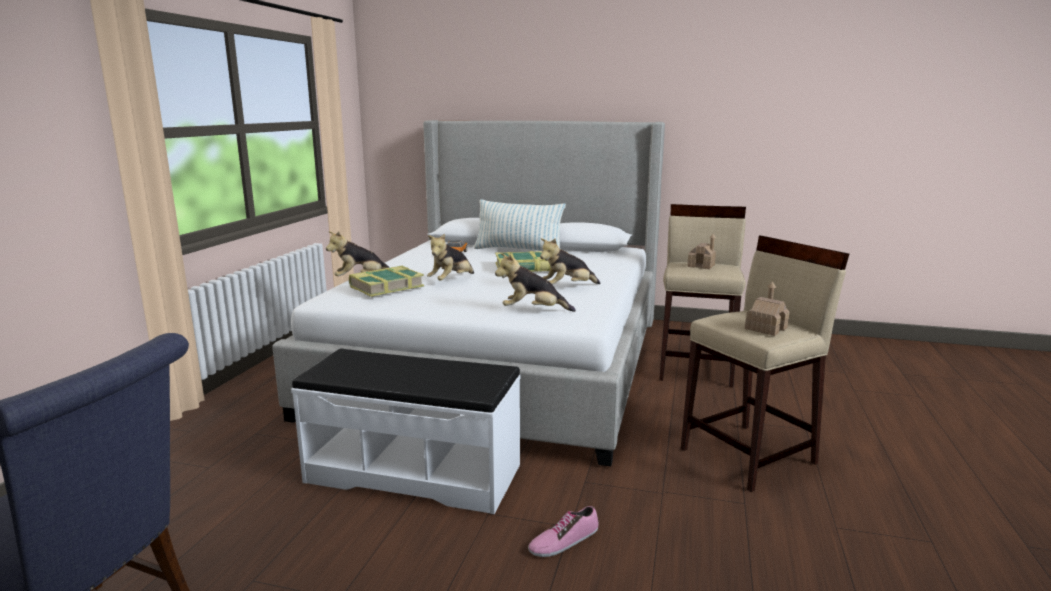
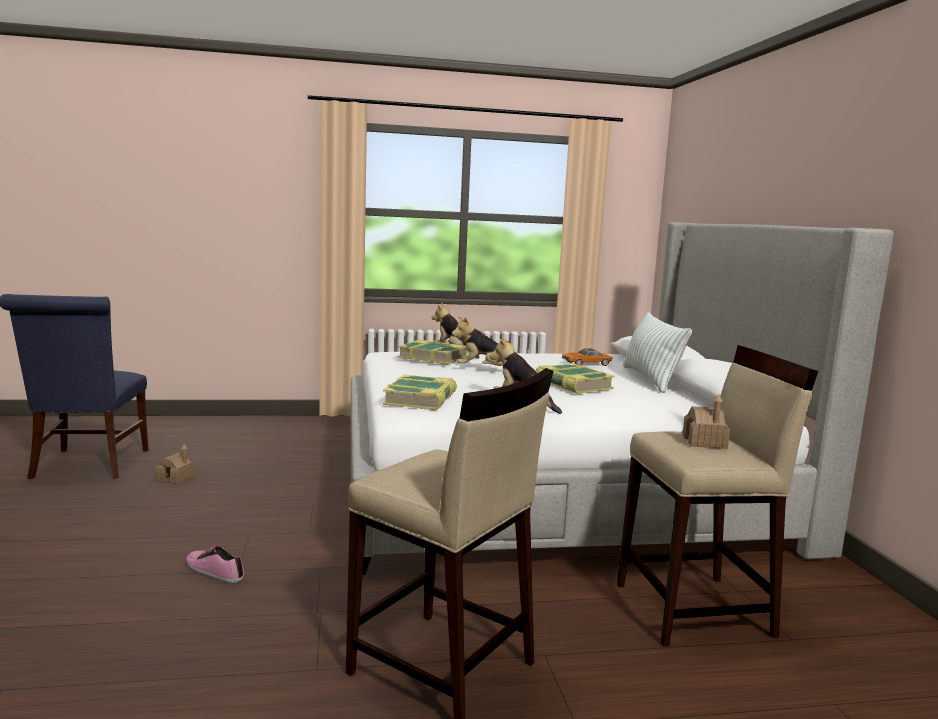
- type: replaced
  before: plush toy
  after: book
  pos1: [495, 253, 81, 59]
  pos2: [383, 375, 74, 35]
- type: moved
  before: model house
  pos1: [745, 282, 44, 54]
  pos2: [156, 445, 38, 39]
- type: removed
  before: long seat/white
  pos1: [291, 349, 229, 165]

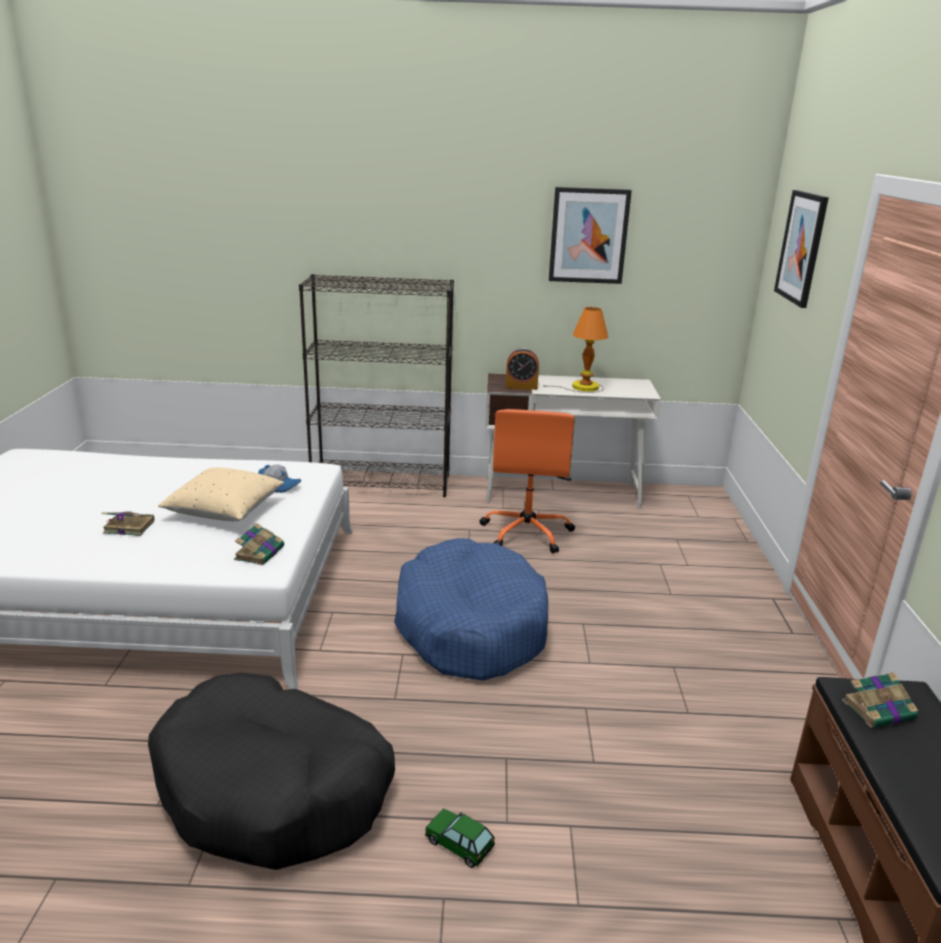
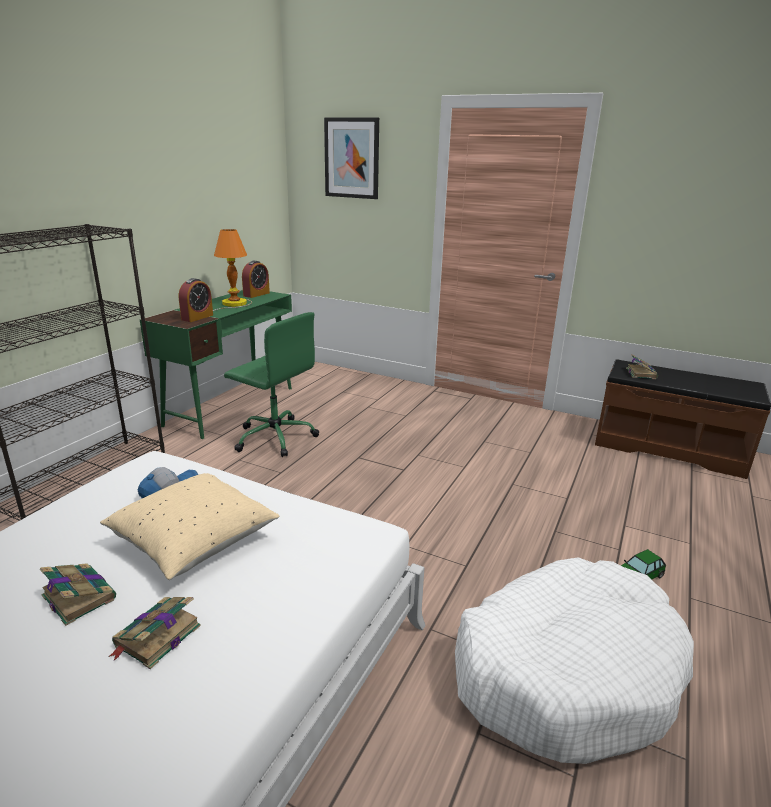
- type: removed
  before: wall art
  pos1: [549, 187, 83, 97]
- type: recoloured
  before: desk unit/white
  after: desk unit/greenish
  pos1: [485, 373, 176, 136]
  pos2: [140, 290, 152, 149]
- type: recoloured
  before: office chair/orangey
  after: office chair/greenish
  pos1: [480, 409, 95, 144]
  pos2: [224, 312, 95, 145]
- type: moved
  before: book
  pos1: [234, 523, 50, 42]
  pos2: [40, 563, 76, 63]
- type: removed
  before: pet bed/blue-coloured
  pos1: [394, 538, 154, 143]
- type: recoloured
  before: pet bed/black
  after: pet bed/white
  pos1: [148, 673, 247, 197]
  pos2: [455, 557, 239, 207]
- type: added
  after: alarm clock
  pos2: [242, 261, 28, 37]

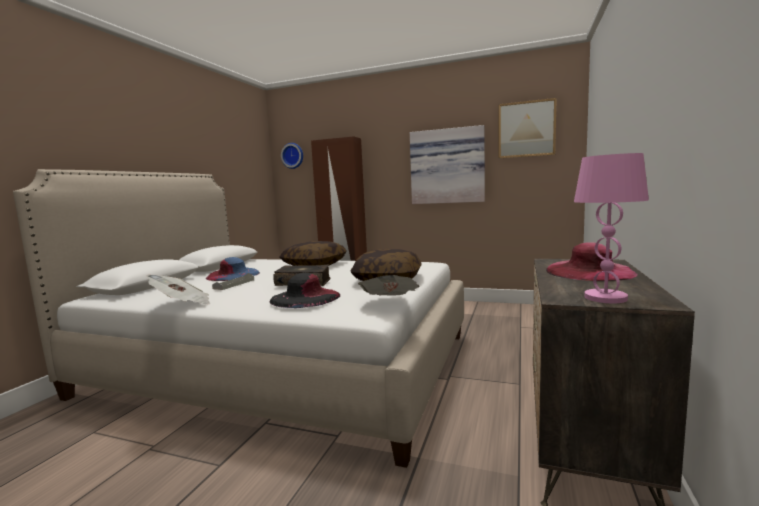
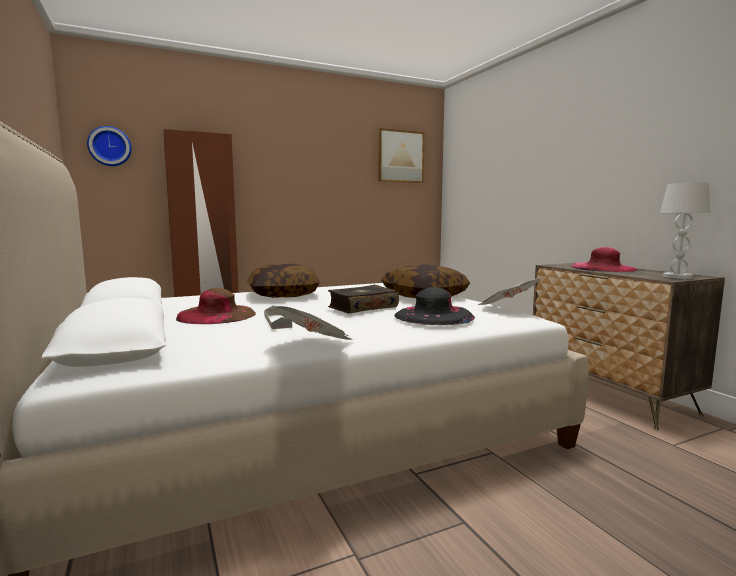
- type: removed
  before: wall art
  pos1: [410, 125, 75, 79]
- type: recoloured
  before: table lamp/pink
  after: table lamp/white
  pos1: [574, 153, 75, 150]
  pos2: [660, 183, 51, 96]
- type: recoloured
  before: wearable hat/blue-coloured
  after: wearable hat/brown
  pos1: [206, 257, 54, 24]
  pos2: [176, 288, 80, 36]

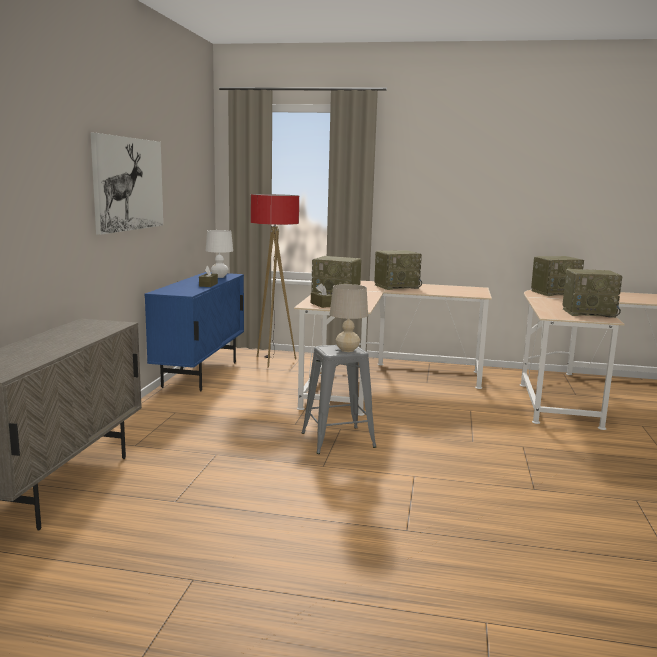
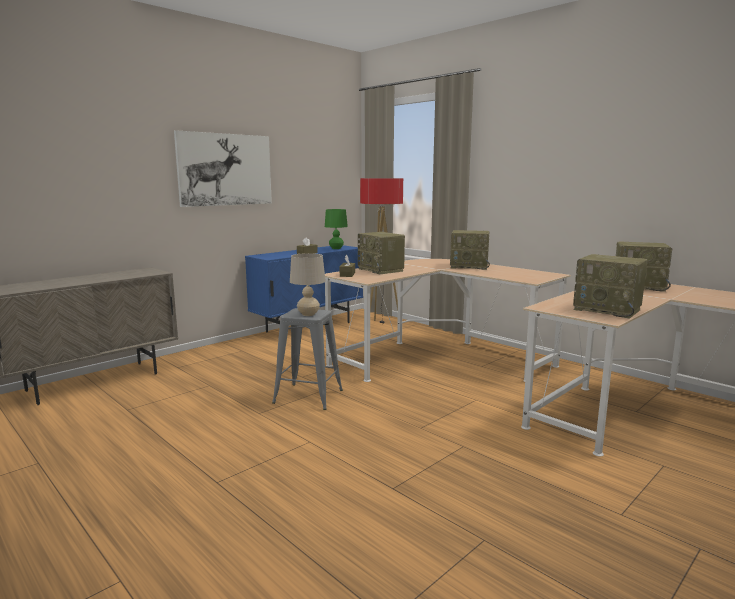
- type: recoloured
  before: table lamp/white
  after: table lamp/greenish
  pos1: [206, 230, 27, 48]
  pos2: [325, 209, 23, 40]

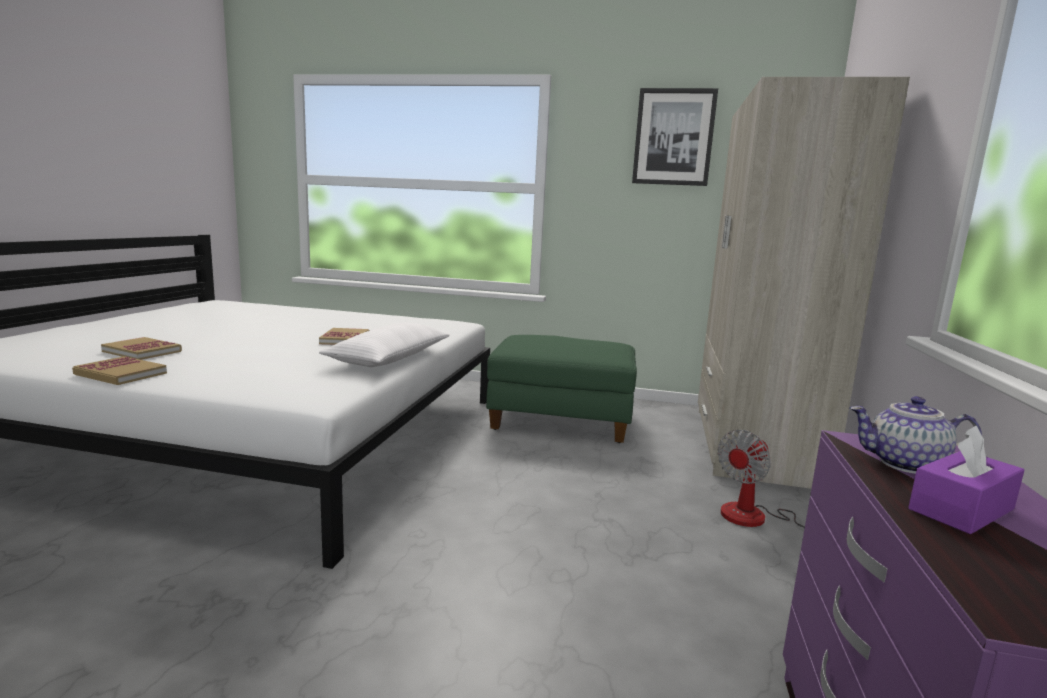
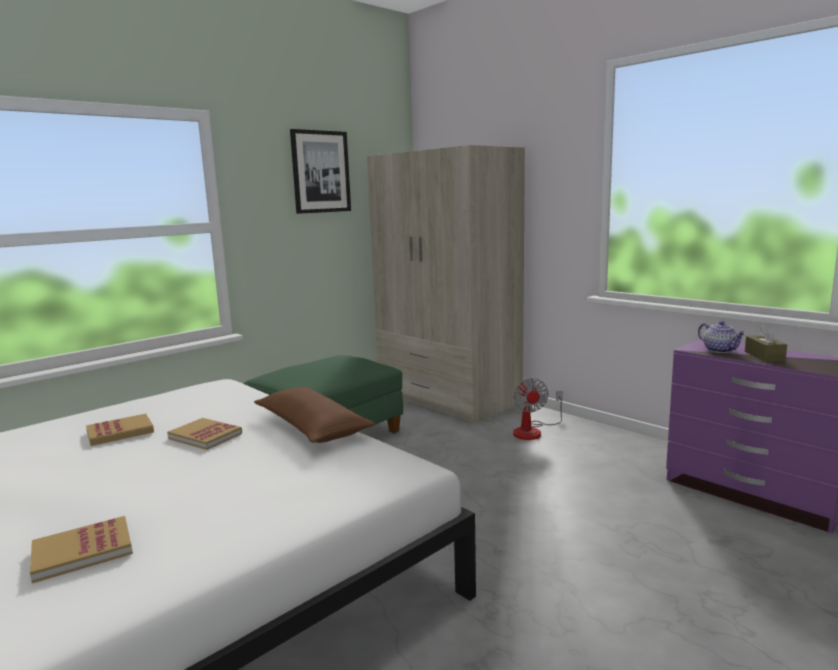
- type: recoloured
  before: pillow/white
  after: pillow/brown
  pos1: [319, 323, 131, 44]
  pos2: [254, 387, 121, 56]
- type: moved
  before: book
  pos1: [72, 356, 95, 29]
  pos2: [86, 414, 68, 32]
- type: turned
  before: tea pot
  pos1: [850, 396, 132, 78]
  pos2: [698, 321, 48, 32]
  turn: -75
- type: recoloured
  before: tissue holder/purplish
  after: tissue holder/brown
  pos1: [908, 425, 117, 109]
  pos2: [745, 324, 42, 38]

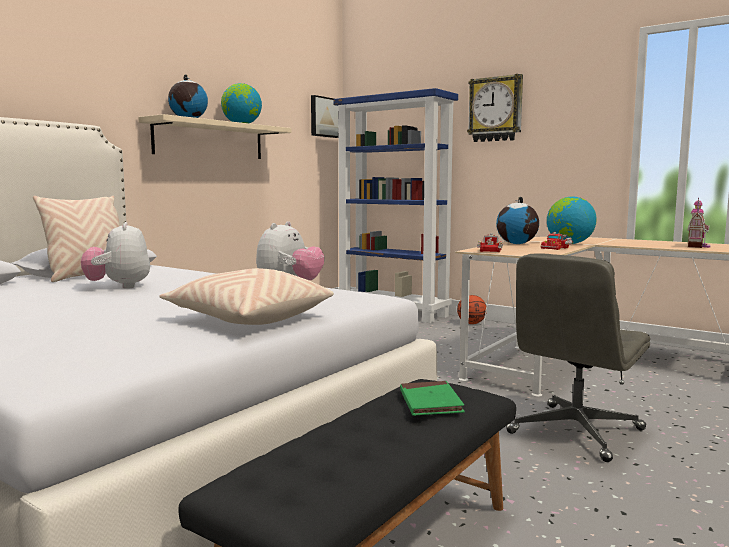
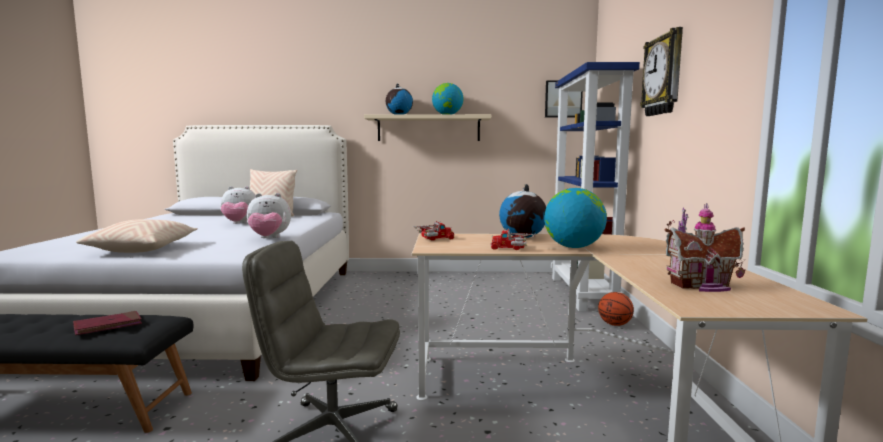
- type: turned
  before: plush toy
  pos1: [81, 222, 69, 67]
  pos2: [220, 186, 36, 38]
  turn: -135
- type: recoloured
  before: book/greenish
  after: book/reddish
  pos1: [400, 381, 65, 35]
  pos2: [73, 311, 69, 24]

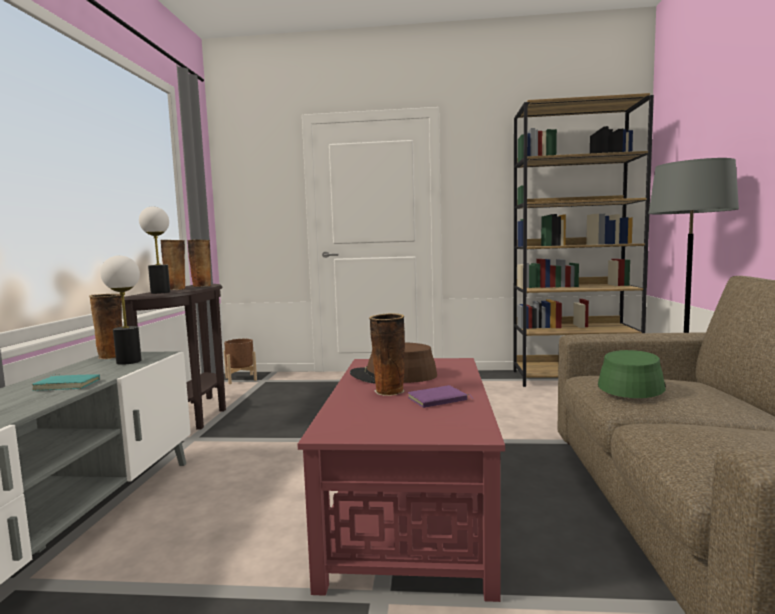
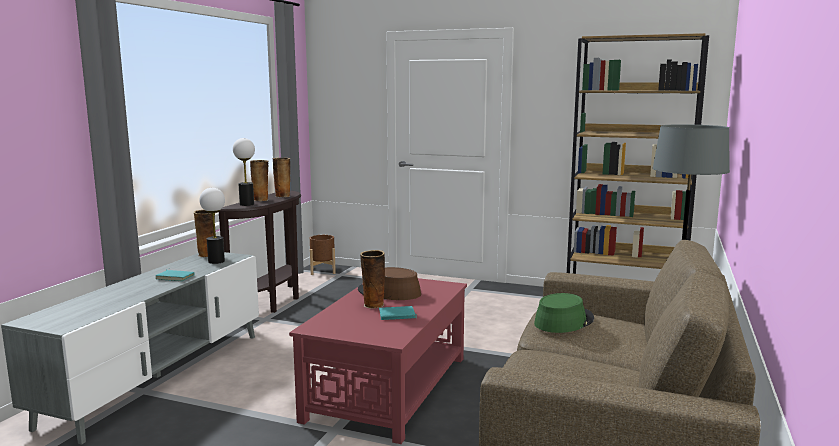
- type: recoloured
  before: book/purplish
  after: book/turquoise-coloured
  pos1: [408, 385, 65, 23]
  pos2: [379, 306, 38, 14]

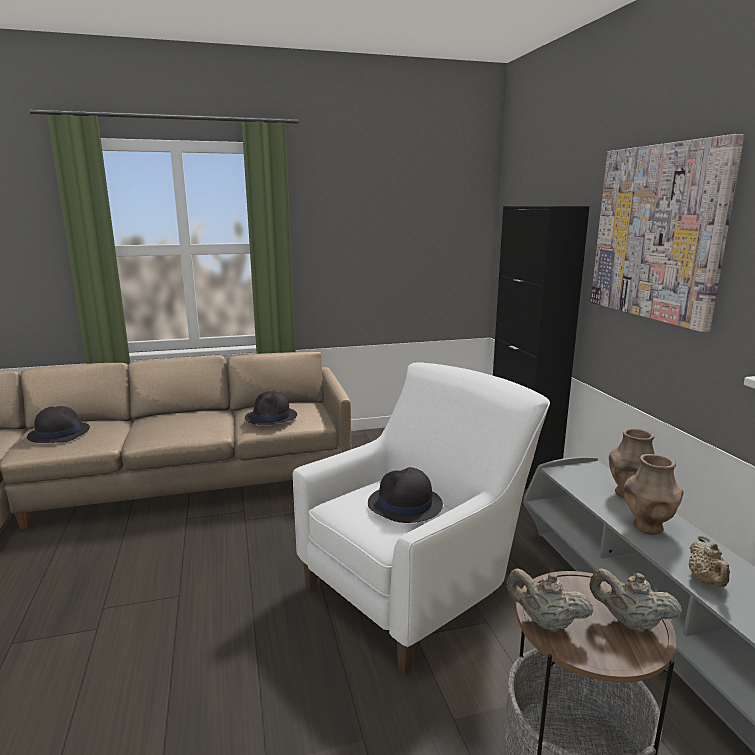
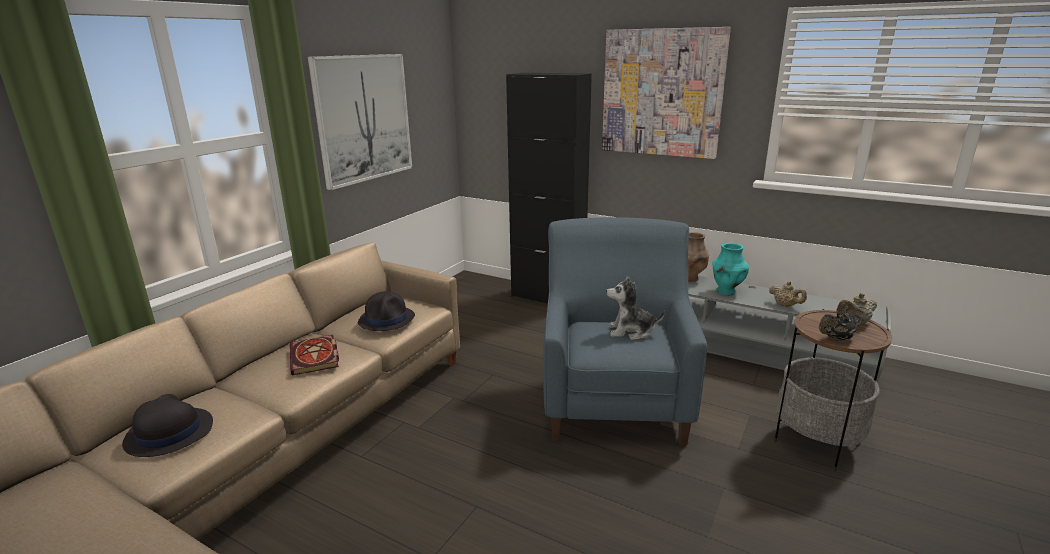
- type: recoloured
  before: easy chair/white
  after: easy chair/blue-coloured
  pos1: [293, 362, 257, 313]
  pos2: [543, 217, 164, 229]
- type: recoloured
  before: flower vase/brown
  after: flower vase/turquoise-coloured
  pos1: [623, 454, 61, 81]
  pos2: [712, 243, 37, 52]
- type: replaced
  before: wearable hat/black
  after: plush toy
  pos1: [368, 467, 75, 56]
  pos2: [606, 276, 59, 64]
- type: recoloured
  before: tea pot/sand-coloured
  after: tea pot/black
  pos1: [506, 568, 88, 64]
  pos2: [819, 308, 42, 34]
- type: added
  after: wall art
  pos2: [308, 54, 104, 136]
- type: added
  after: book
  pos2: [290, 335, 49, 41]

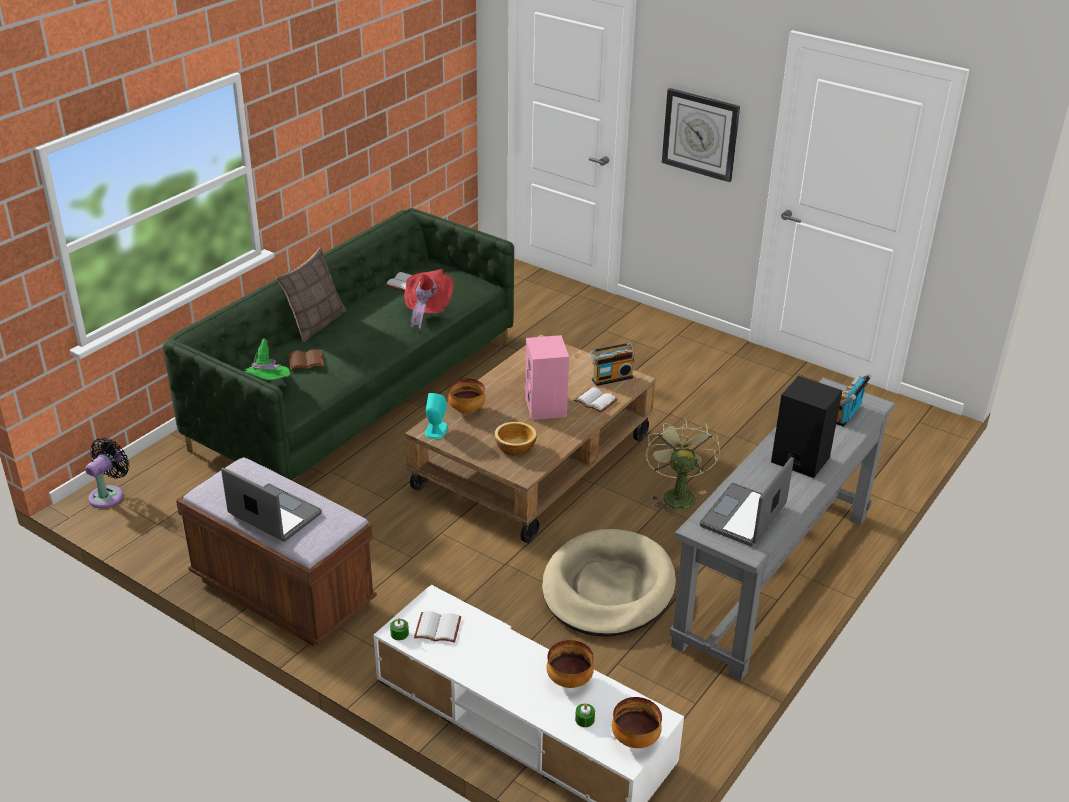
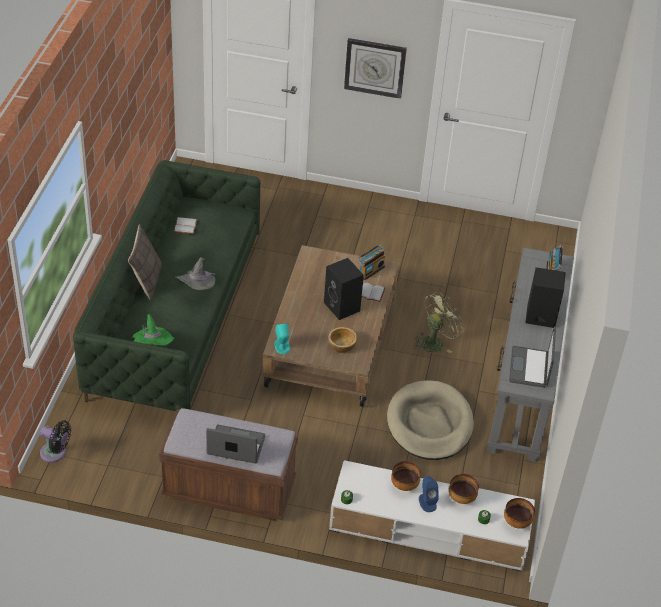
- type: removed
  before: wearable hat/reddish
  pos1: [404, 269, 50, 60]
- type: recoloured
  before: loudspeaker/pink
  after: loudspeaker/black
  pos1: [525, 335, 44, 85]
  pos2: [324, 258, 40, 62]
- type: removed
  before: book/brown
  pos1: [289, 349, 35, 21]
- type: moved
  before: deep dish
  pos1: [448, 378, 37, 36]
  pos2: [391, 461, 30, 30]
- type: turned
  before: electric fan/greenish
  pos1: [646, 418, 74, 98]
  pos2: [414, 291, 50, 62]
  turn: 75
- type: turned
  before: electric fan/black
  pos1: [85, 438, 45, 70]
  pos2: [39, 420, 32, 43]
  turn: 105
- type: removed
  before: book/white
  pos1: [414, 611, 47, 32]
- type: added
  after: wearable hat/greyish
  pos2: [176, 257, 40, 33]
- type: added
  after: loudspeaker/blue-coloured
  pos2: [419, 476, 20, 36]

